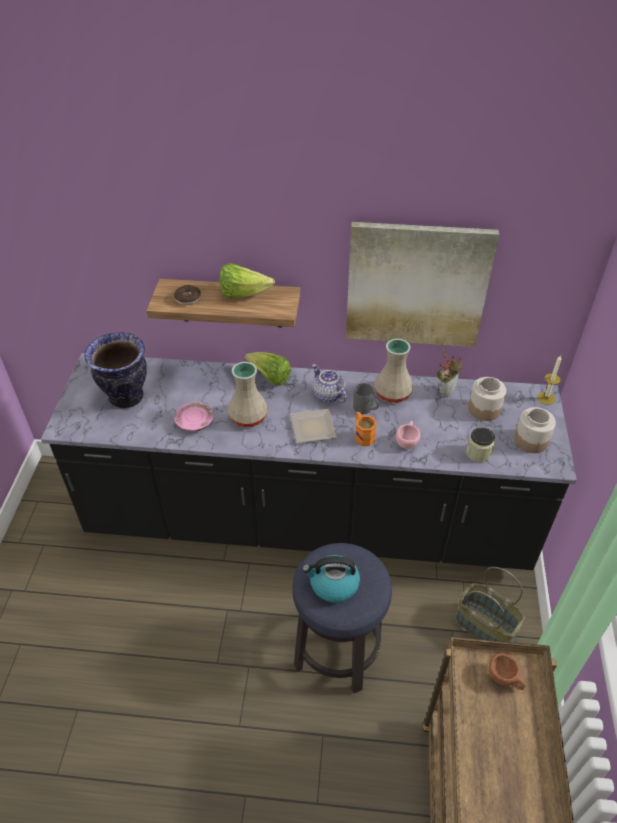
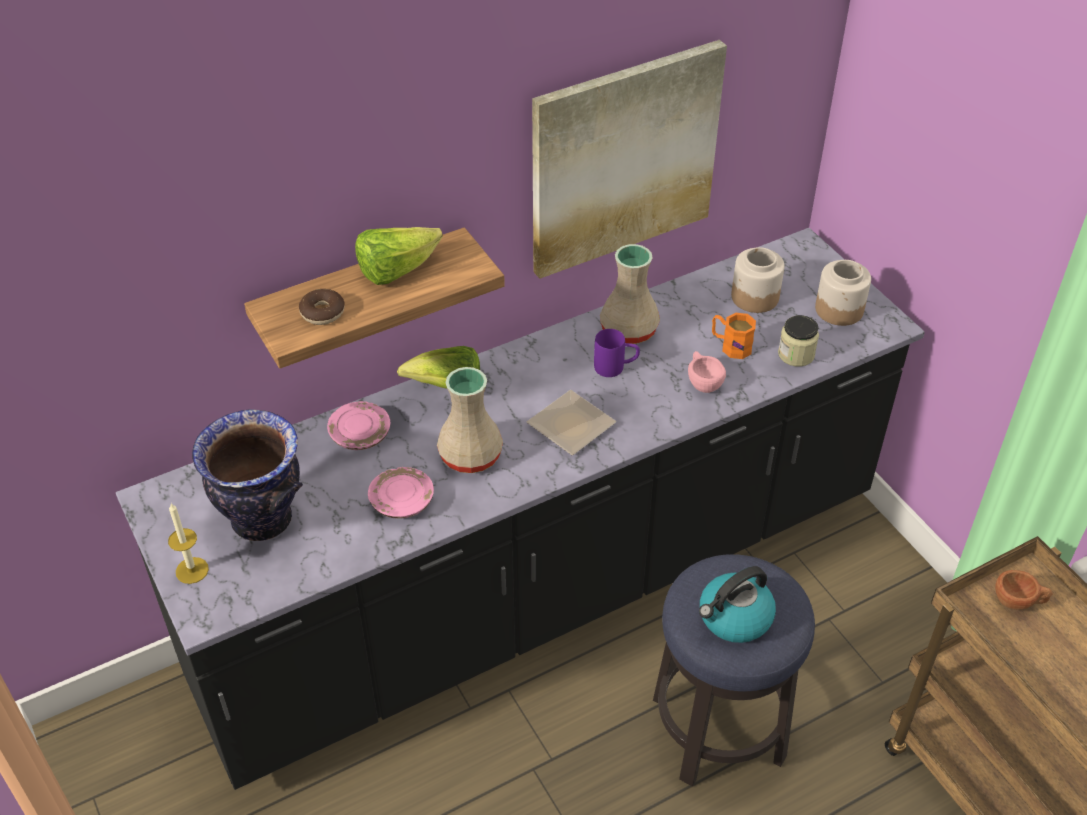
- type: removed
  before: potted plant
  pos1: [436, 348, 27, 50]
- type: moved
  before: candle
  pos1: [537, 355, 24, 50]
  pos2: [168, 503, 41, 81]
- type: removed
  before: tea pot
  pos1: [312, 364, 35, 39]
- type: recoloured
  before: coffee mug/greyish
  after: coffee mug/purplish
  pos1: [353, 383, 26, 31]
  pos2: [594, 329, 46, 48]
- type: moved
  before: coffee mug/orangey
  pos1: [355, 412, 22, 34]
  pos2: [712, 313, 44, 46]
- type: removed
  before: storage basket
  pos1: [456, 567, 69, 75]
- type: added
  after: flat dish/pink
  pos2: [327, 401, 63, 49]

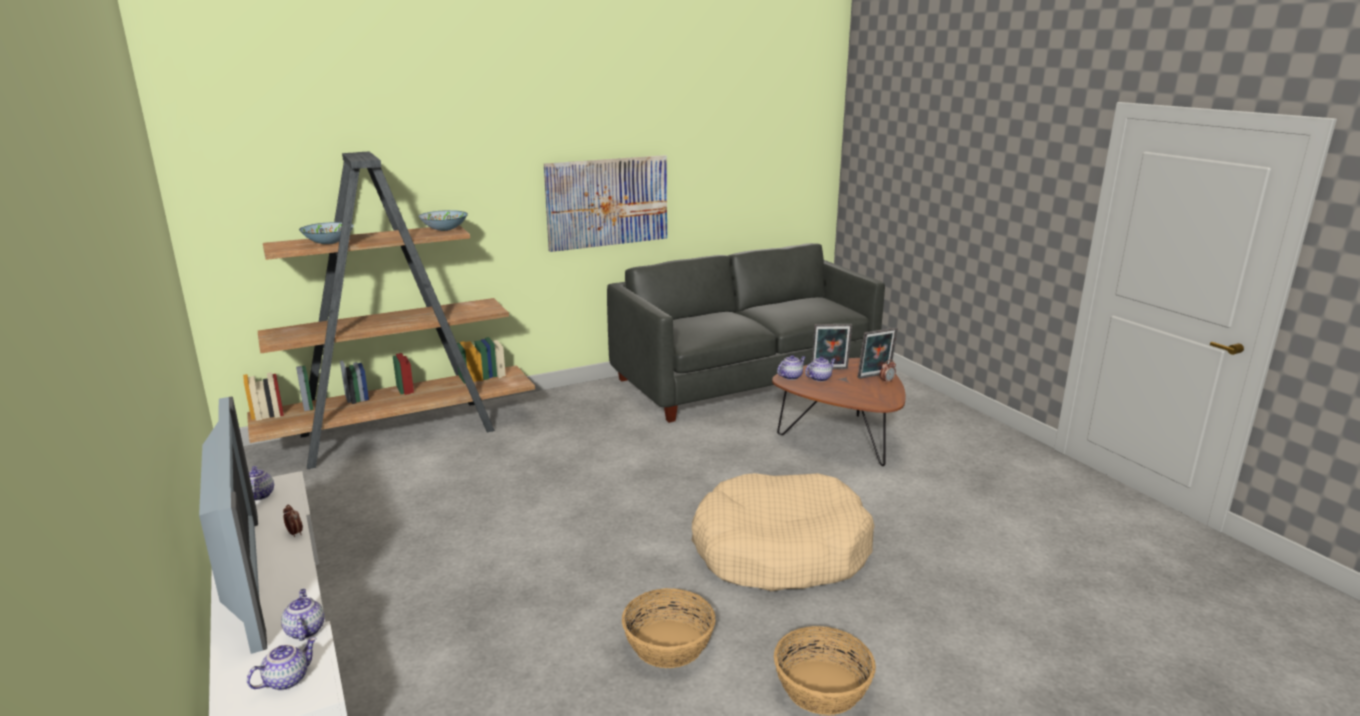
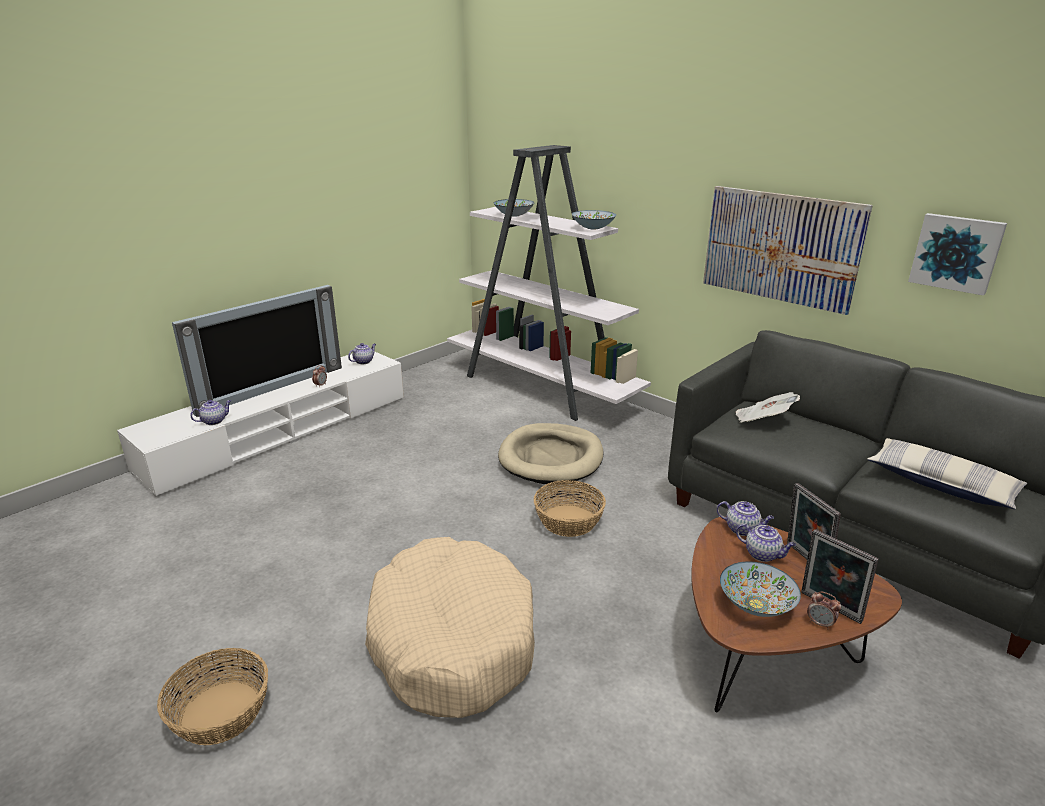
- type: recoloured
  before: bookcase/brown
  after: bookcase/white
  pos1: [243, 152, 292, 317]
  pos2: [447, 145, 204, 276]
- type: moved
  before: storage basket
  pos1: [622, 588, 93, 80]
  pos2: [534, 480, 72, 57]
- type: removed
  before: tea pot
  pos1: [247, 637, 70, 53]
- type: added
  after: wall art
  pos2: [908, 213, 99, 83]
- type: added
  after: newspaper
  pos2: [736, 392, 64, 31]
- type: added
  after: pet bed/sand-coloured
  pos2: [498, 423, 105, 61]
- type: added
  after: pillow
  pos2: [867, 438, 160, 71]
- type: added
  after: deep dish
  pos2: [720, 561, 81, 56]

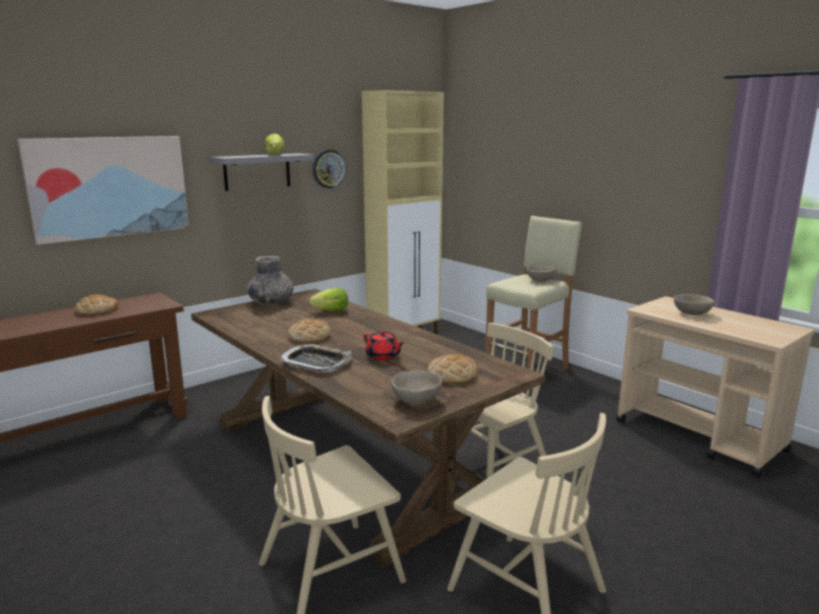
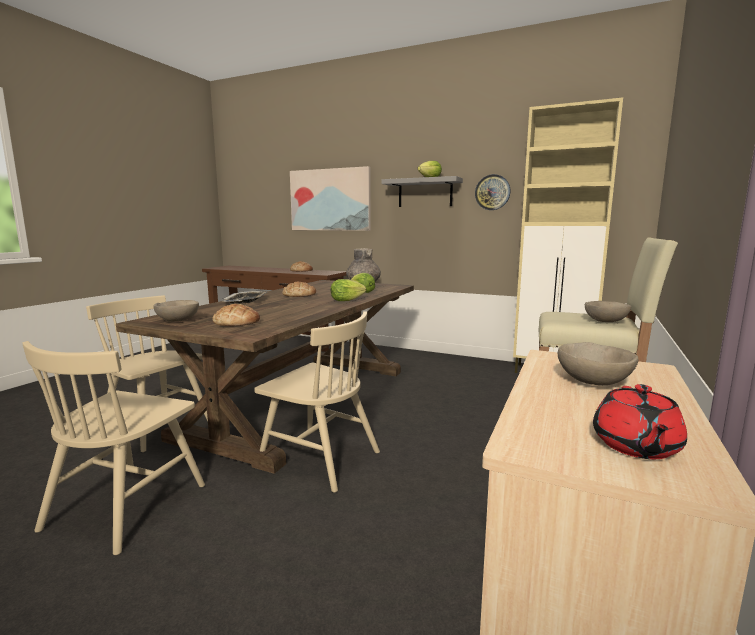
- type: moved
  before: tea pot/reddish
  pos1: [363, 330, 41, 30]
  pos2: [593, 384, 94, 75]
- type: added
  after: head of lettuce
  pos2: [331, 279, 35, 22]

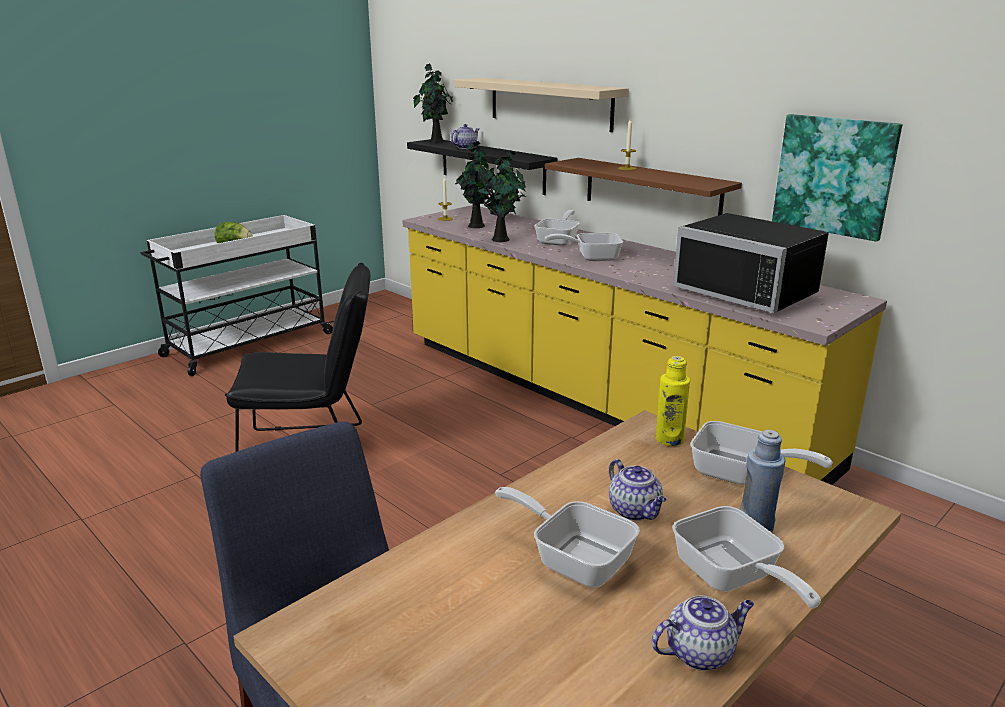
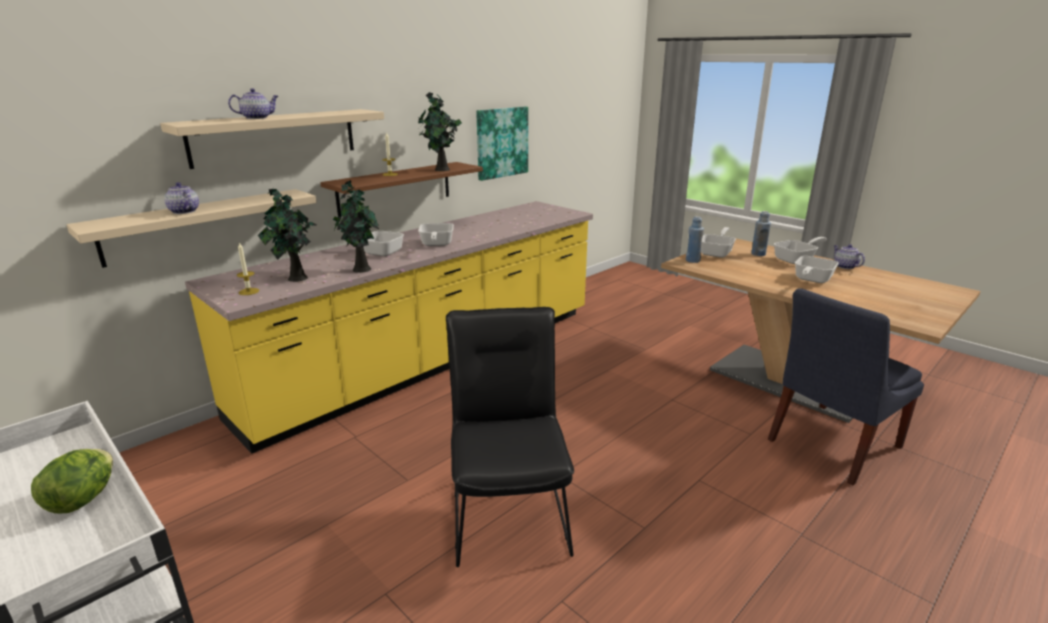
- type: moved
  before: potted plant
  pos1: [413, 63, 40, 80]
  pos2: [418, 92, 44, 79]
- type: recoloured
  before: shelf/black
  after: shelf/sand-coloured
  pos1: [407, 139, 150, 56]
  pos2: [66, 189, 251, 79]
- type: removed
  before: microwave oven/black
  pos1: [673, 213, 156, 100]
- type: recoloured
  before: beverage bottle/yellowish
  after: beverage bottle/blue-coloured
  pos1: [655, 356, 35, 90]
  pos2: [686, 216, 18, 47]
- type: moved
  before: tea pot
  pos1: [609, 459, 57, 62]
  pos2: [228, 88, 50, 31]

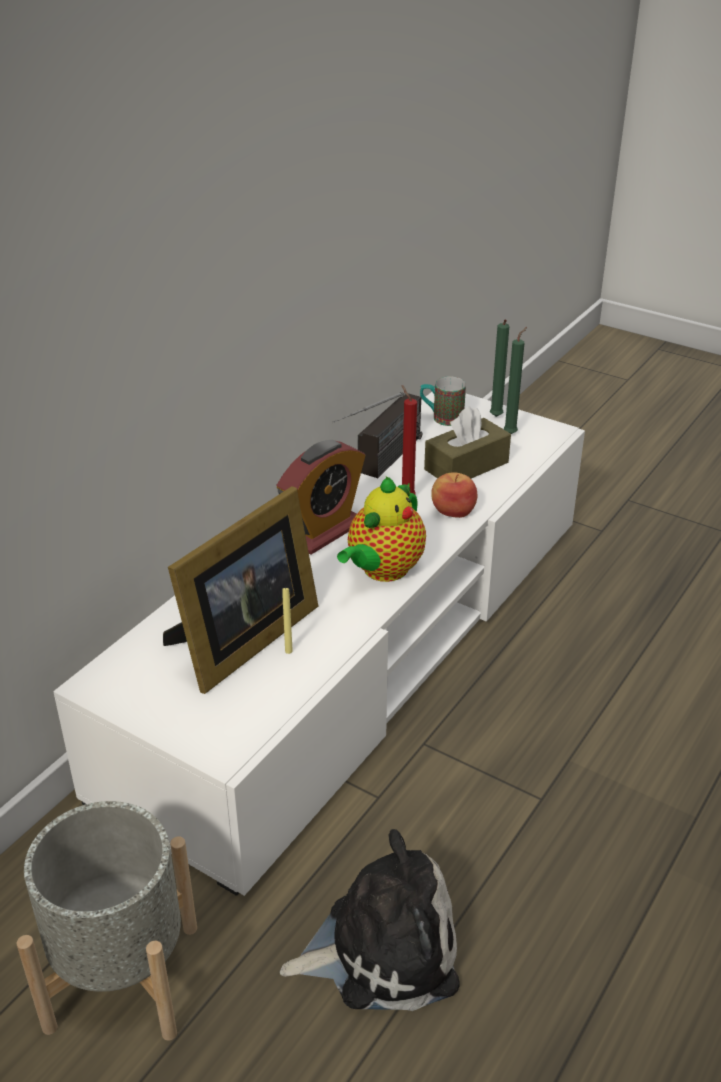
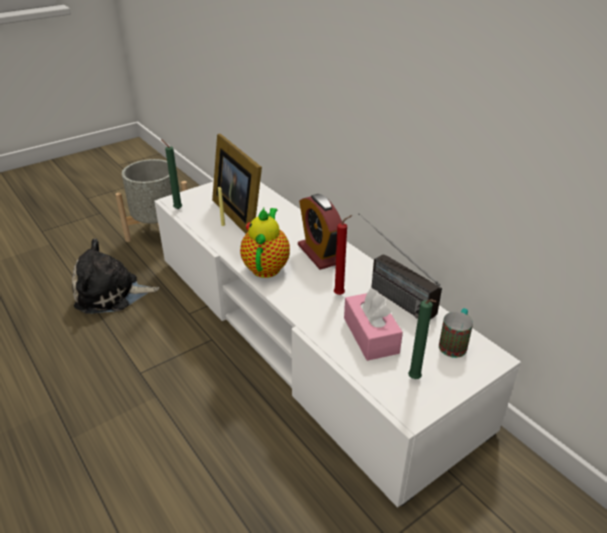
- type: moved
  before: candle/greenish
  pos1: [490, 319, 19, 98]
  pos2: [161, 139, 21, 70]
- type: recoloured
  before: tissue holder/brown
  after: tissue holder/pink
  pos1: [424, 406, 87, 73]
  pos2: [344, 288, 59, 73]
- type: removed
  before: whole apple
  pos1: [431, 472, 46, 46]
- type: turned
  before: tea pot
  pos1: [337, 477, 89, 105]
  pos2: [240, 208, 50, 70]
  turn: 45
- type: turned
  before: plush toy
  pos1: [279, 829, 181, 182]
  pos2: [72, 238, 87, 76]
  turn: 75

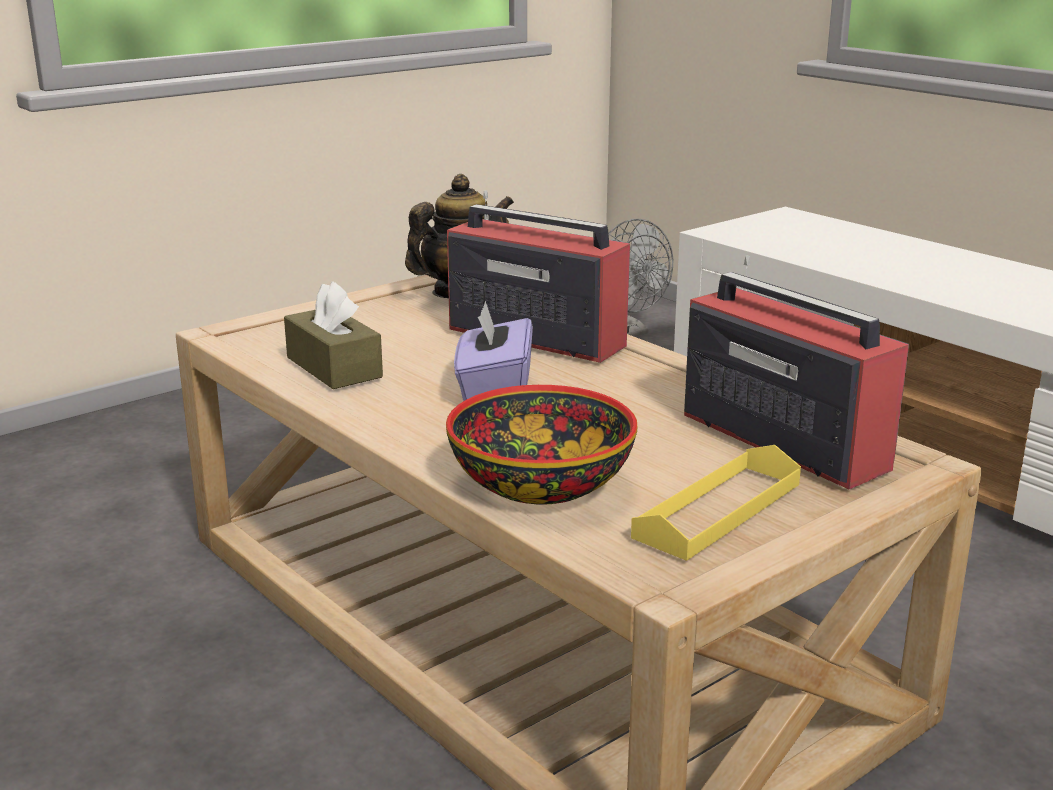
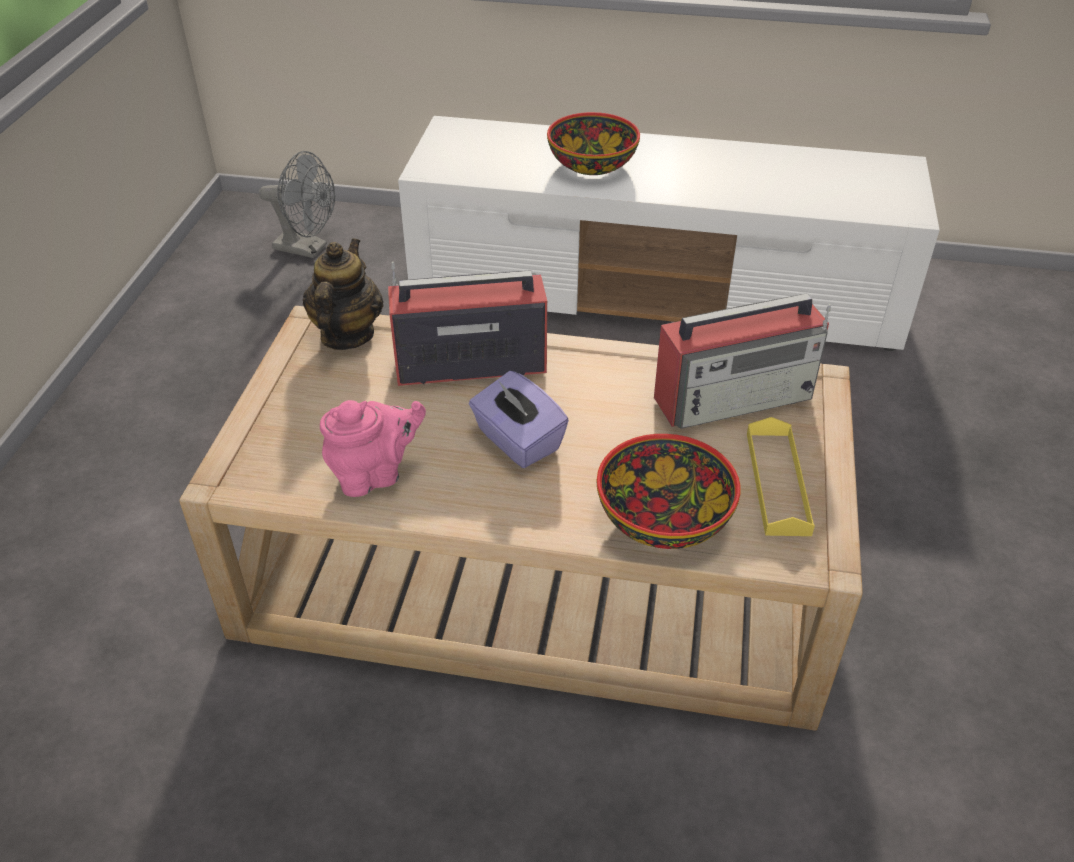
- type: turned
  before: radio receiver
  pos1: [684, 255, 225, 234]
  pos2: [654, 293, 177, 136]
  turn: 150
- type: replaced
  before: tissue holder/brown
  after: tea pot/pink
  pos1: [284, 281, 99, 108]
  pos2: [320, 400, 106, 97]
- type: added
  after: deep dish
  pos2: [547, 112, 93, 63]

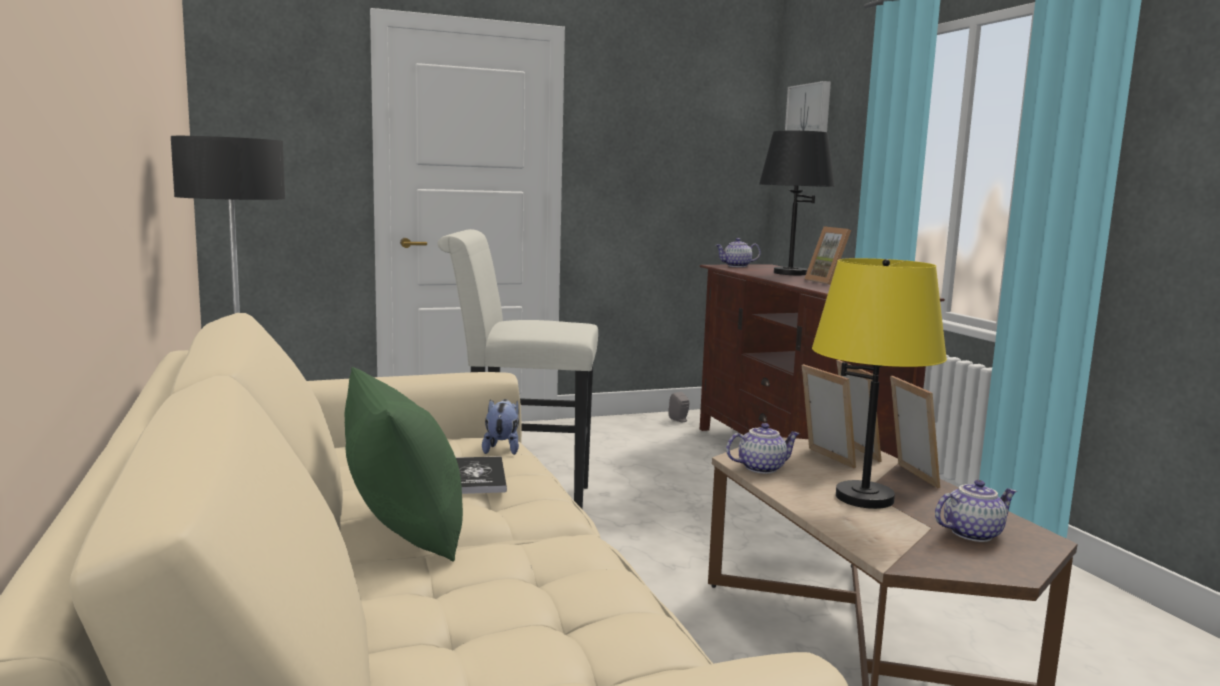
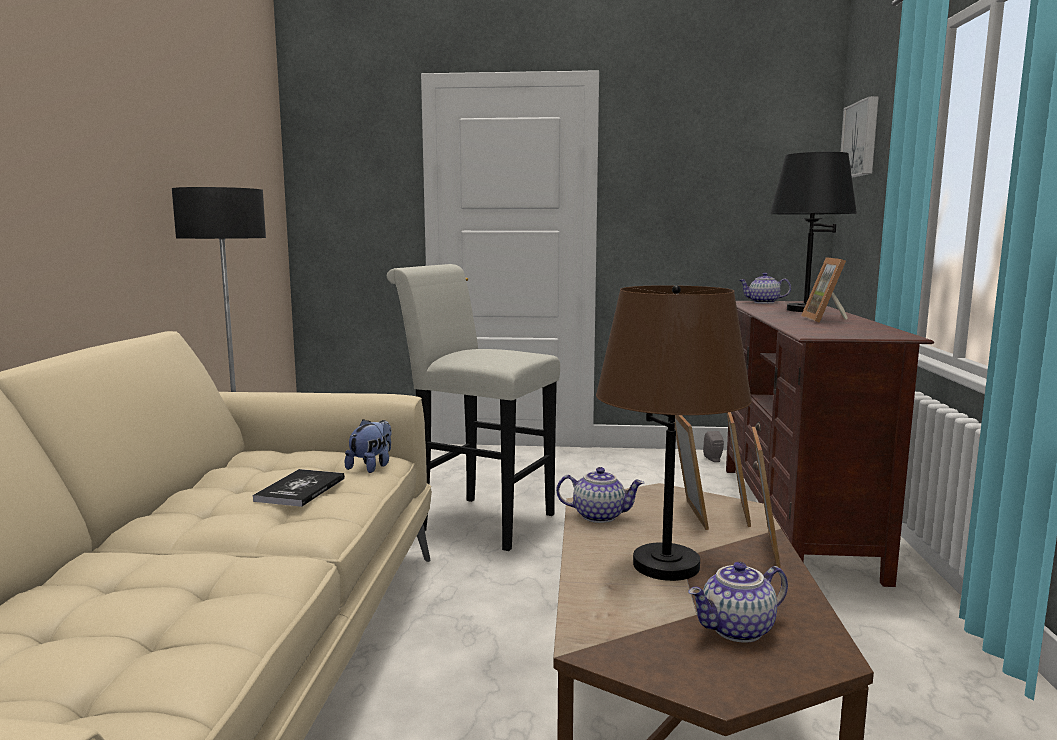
- type: recoloured
  before: table lamp/yellowish
  after: table lamp/brown
  pos1: [812, 258, 135, 251]
  pos2: [596, 285, 156, 296]
- type: removed
  before: pillow/greenish
  pos1: [345, 367, 118, 195]
- type: turned
  before: tea pot
  pos1: [935, 480, 82, 62]
  pos2: [688, 562, 100, 81]
  turn: 150

